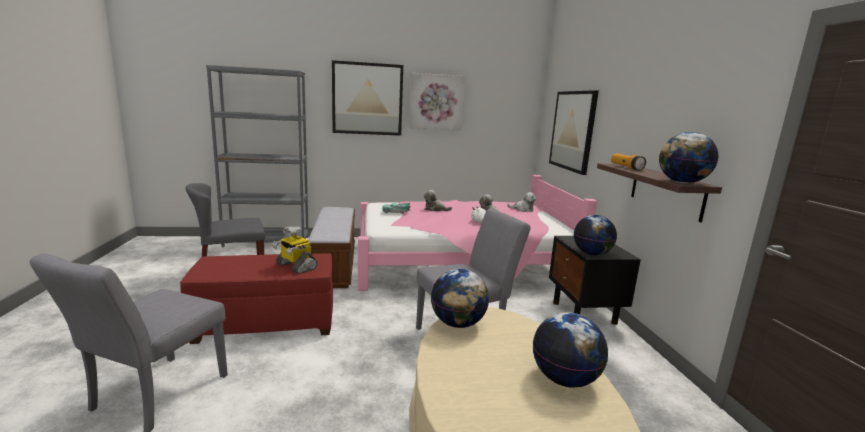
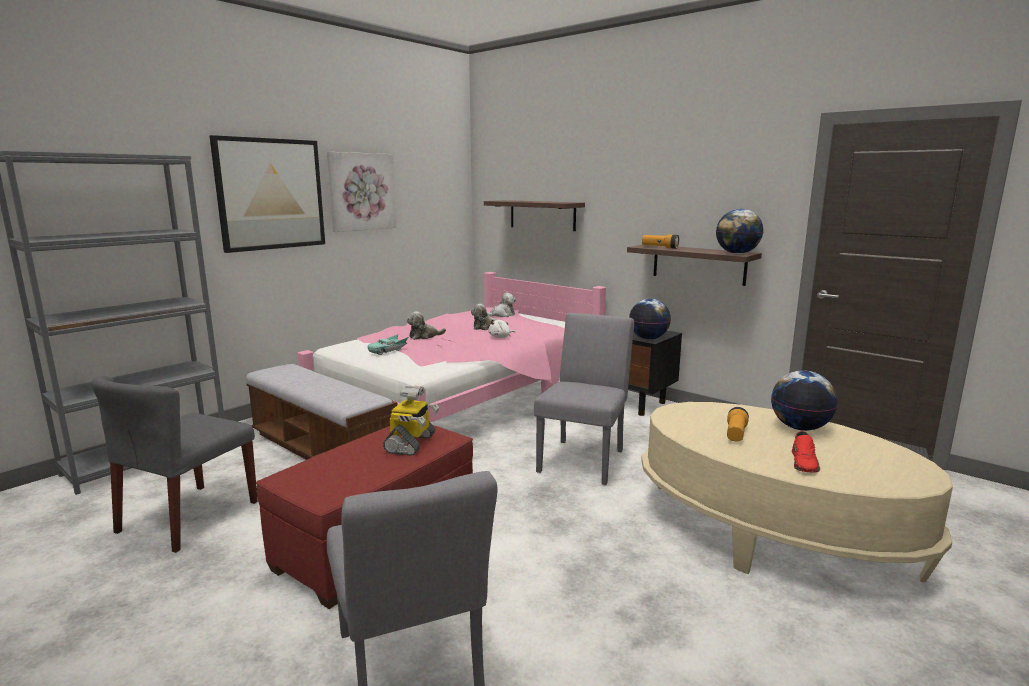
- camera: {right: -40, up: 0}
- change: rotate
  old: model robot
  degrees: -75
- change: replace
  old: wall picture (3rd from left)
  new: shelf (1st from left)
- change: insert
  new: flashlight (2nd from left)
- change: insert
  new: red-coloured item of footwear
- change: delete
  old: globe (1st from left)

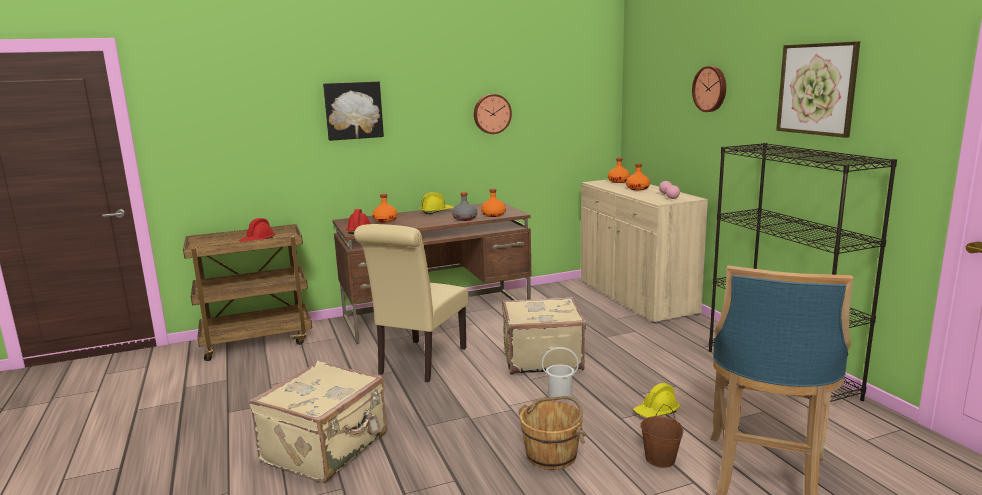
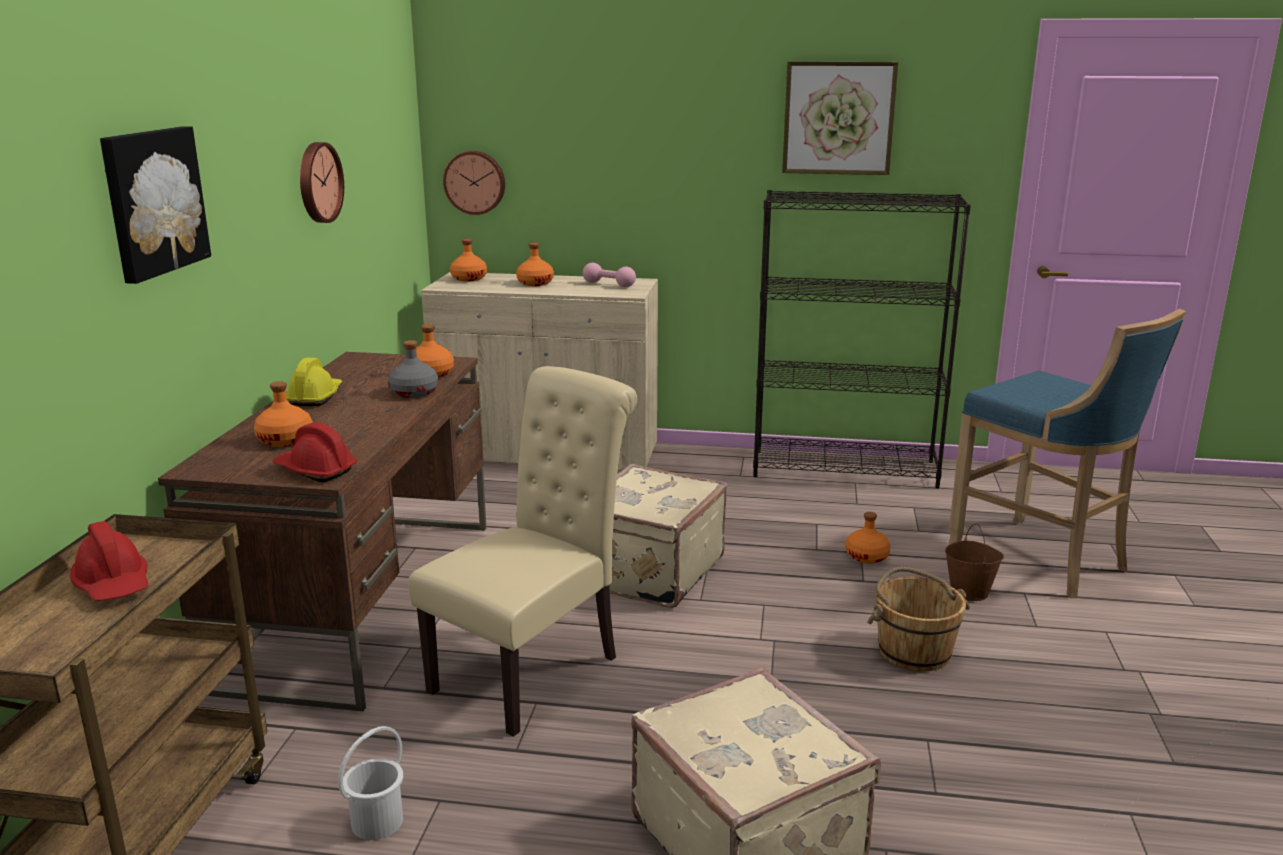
- camera: {right: -60, up: 5}
- change: move
  old: white bucket
- change: rotate
  old: sand-coloured chair
  degrees: -105
- change: move
  old: hanging clock (2nd from left)
- change: replace
  old: yellow work helmet (2nd from left)
  new: orange-coloured bottle (5th from left)

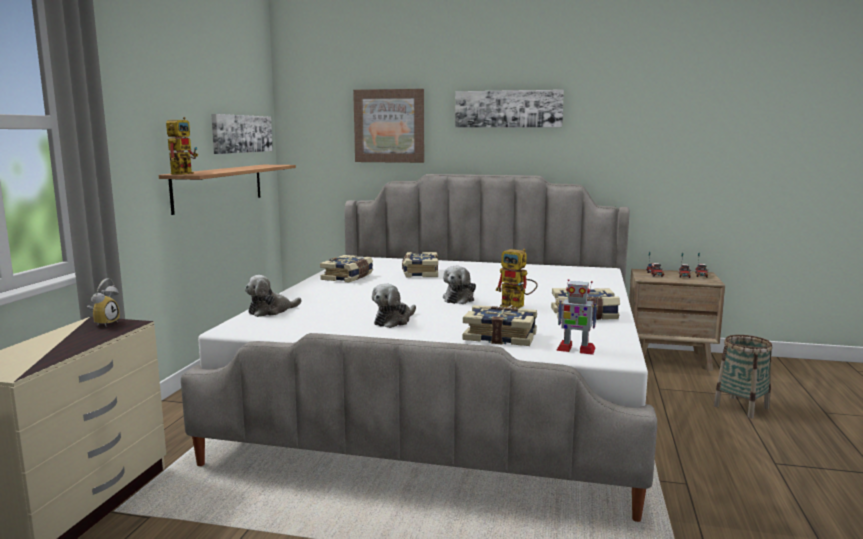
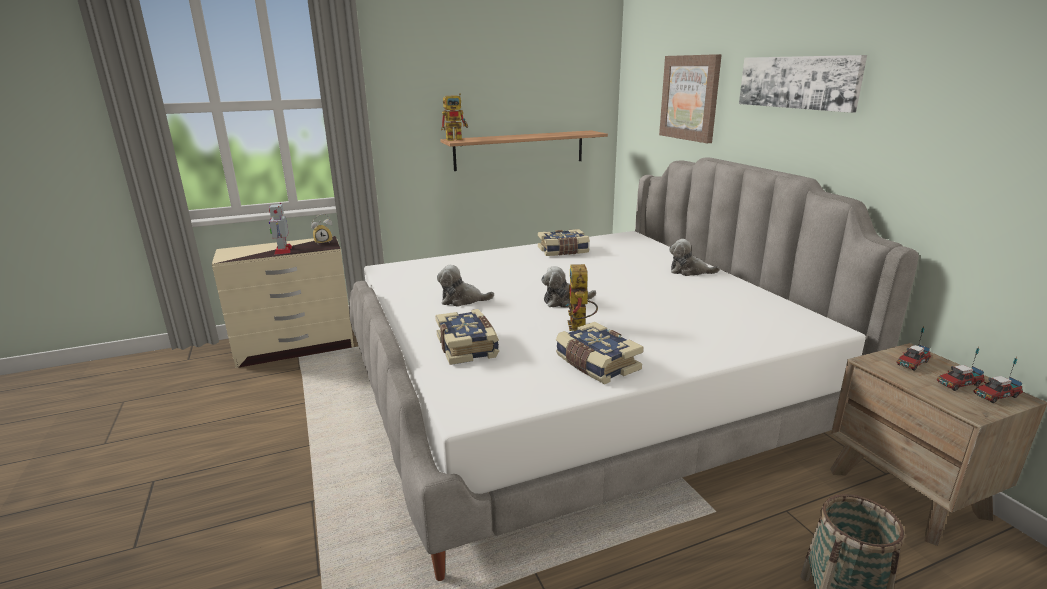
- camera: {right: 55, up: 10}
- change: move
  old: model robot (3rd from left in the first image)
  new: model robot (1st from left)
- change: move
  old: soft toy (1st from left in the first image)
  new: soft toy (3rd from left)
- change: delete
  old: wall picture (1st from left)
- change: delete
  old: book (2nd from left)

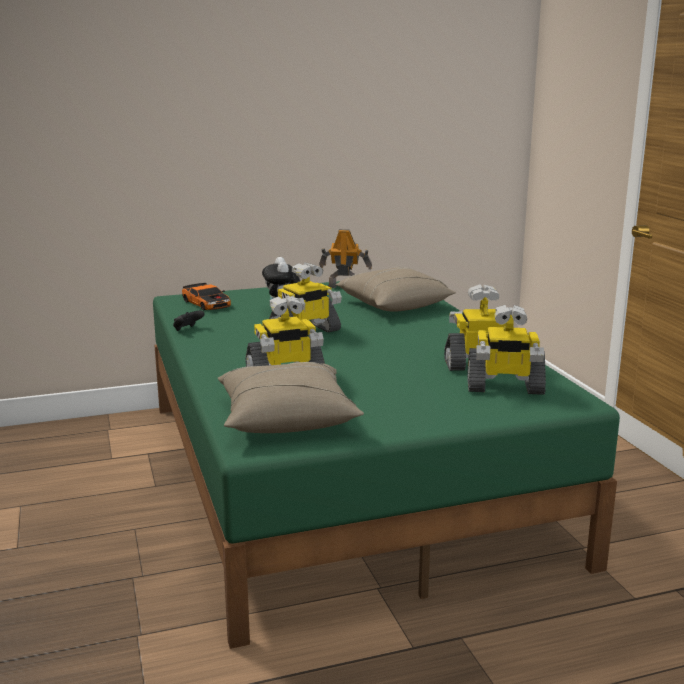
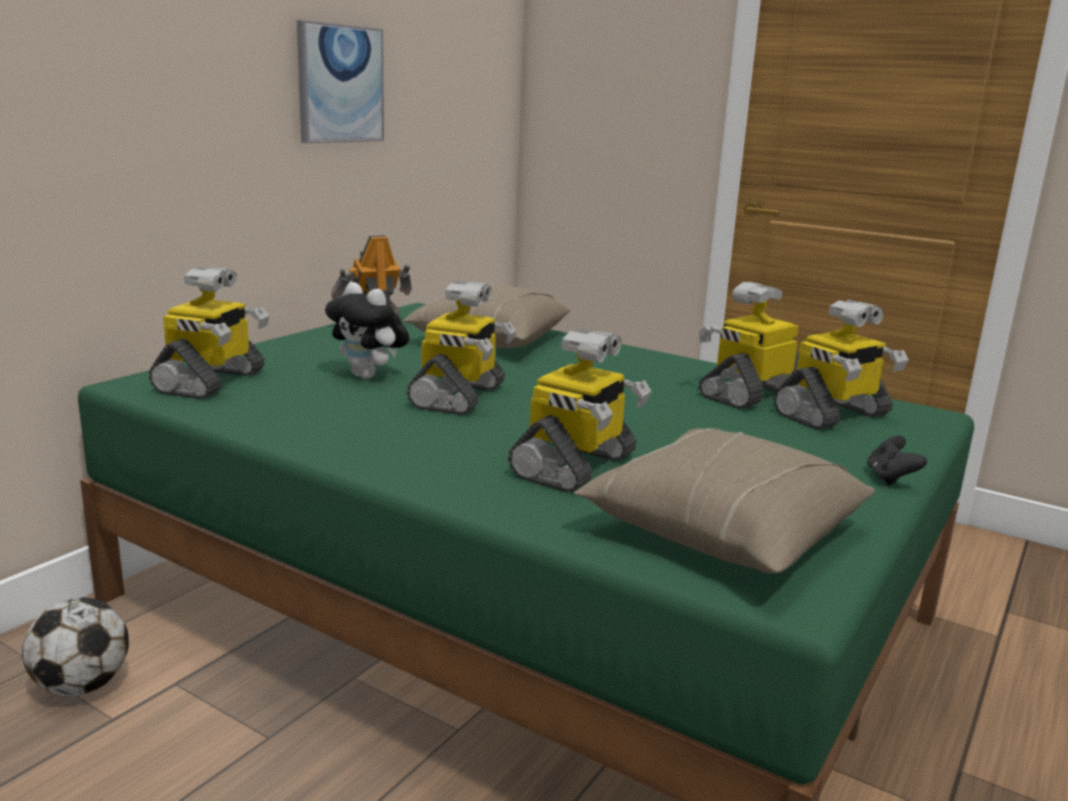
- camera: {right: -40, up: 0}
- change: insert
  new: football ball
- change: replace
  old: toy car
  new: model robot (1st from left)
- change: insert
  new: wall picture
- change: move
  old: blackish joypad

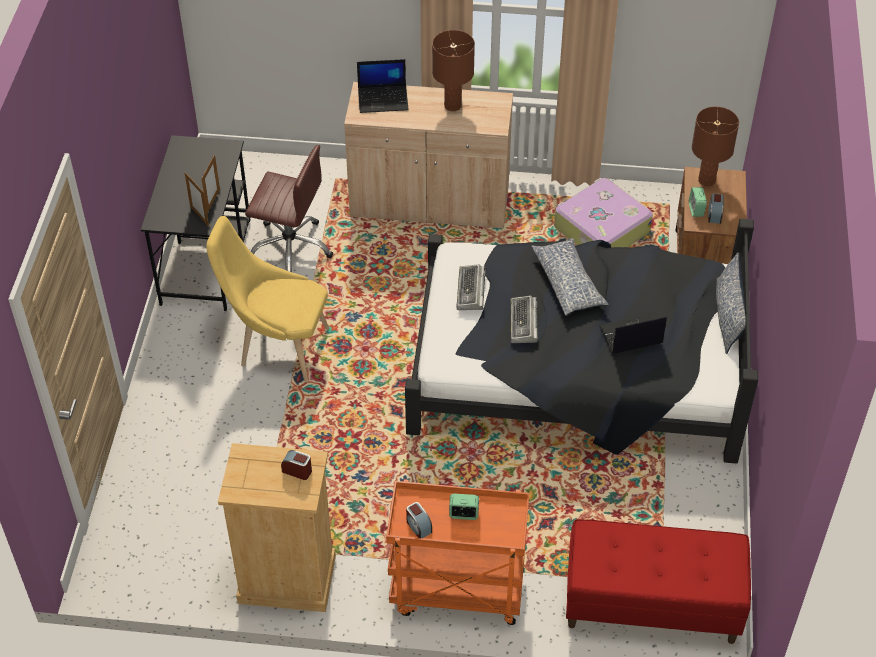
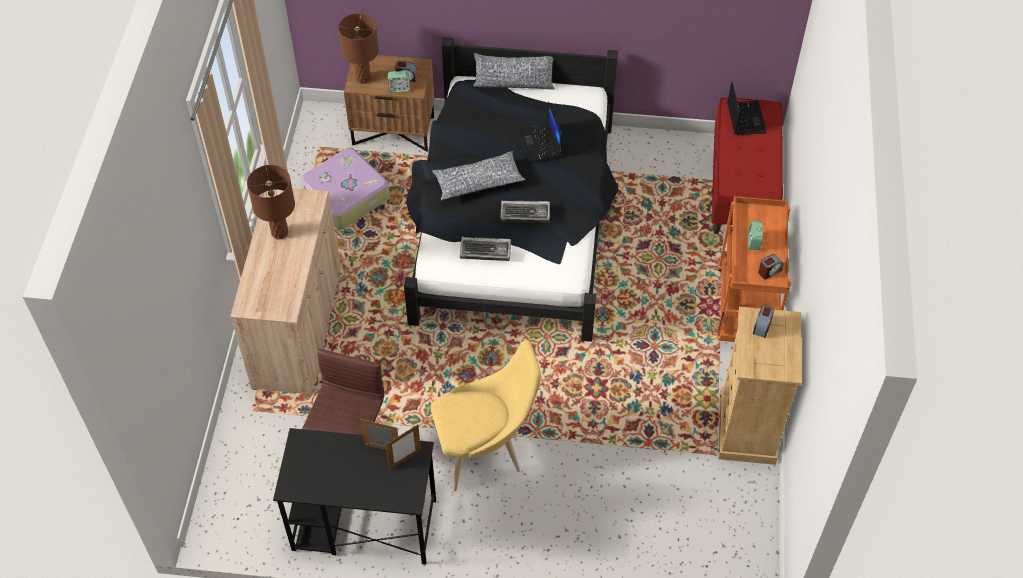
- camera: {right: -90, up: 5}
- change: rotate
  old: yellow chair
  degrees: -120
- change: move
  old: notebook computer (1st from left in the first image)
  new: notebook computer (2nd from left)

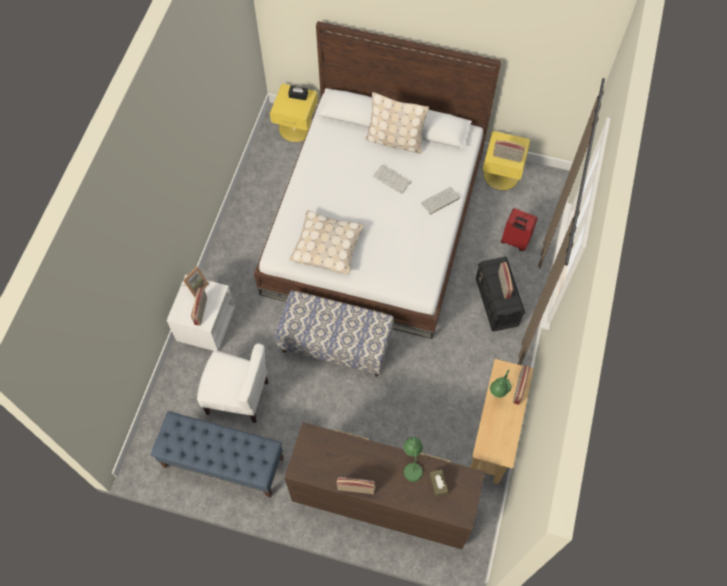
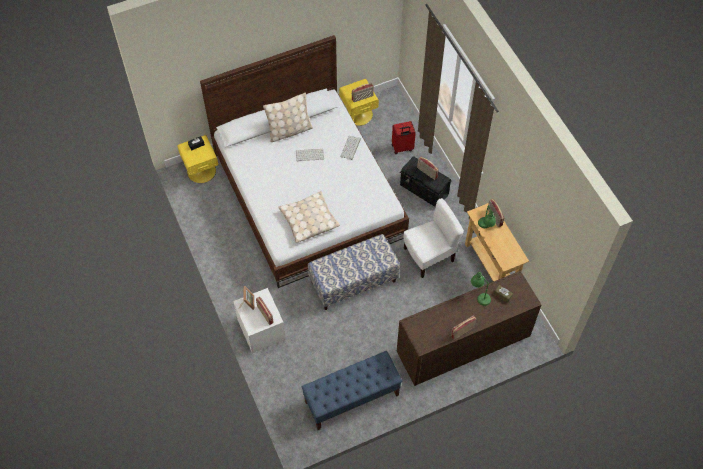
- camera: {right: -40, up: -5}
- change: move
  old: white chair

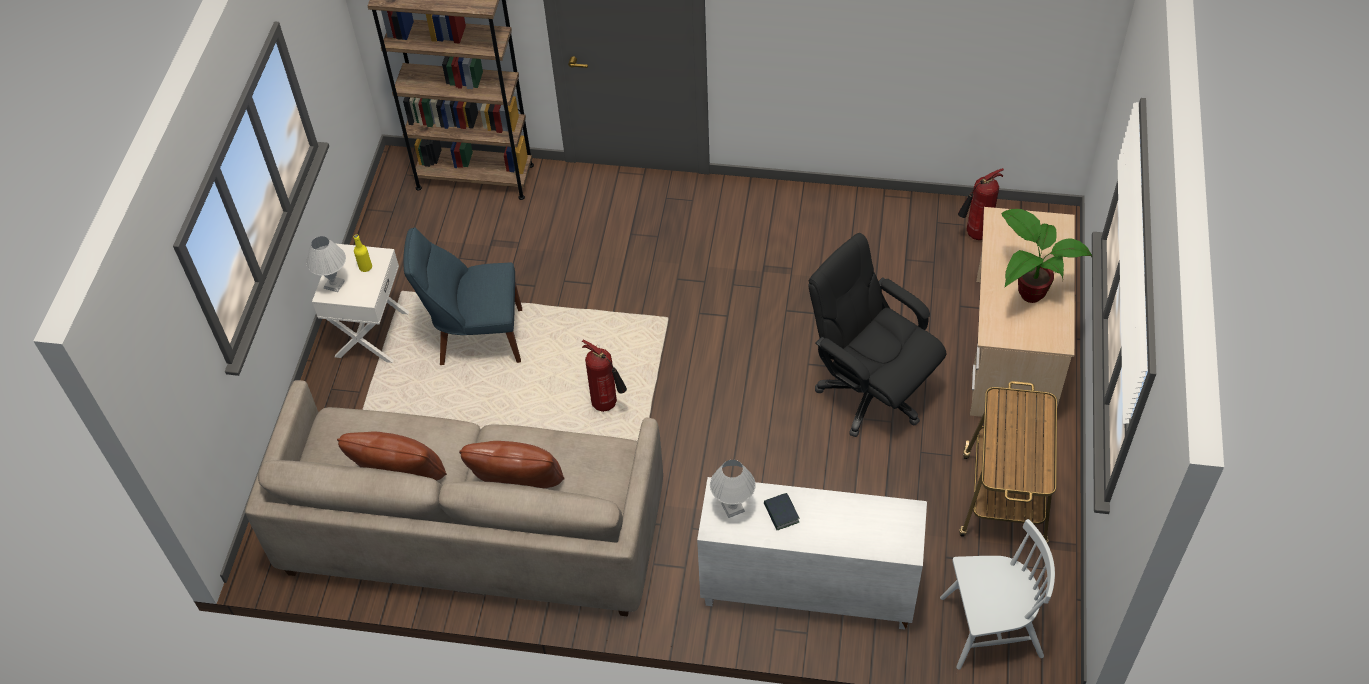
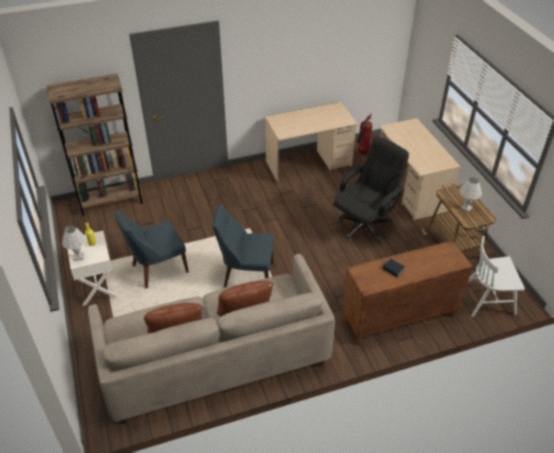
- camera: {right: -30, up: -10}
- change: replace
  old: fire extinguisher (1st from left)
  new: bluish chair (2nd from left)
- change: insert
  new: sand-coloured desk unit (1st from left)
- change: rotate
  old: blackish office chair
  degrees: 120
- change: recolor
  old: white cupboard
  new: brownish cupboard
- change: move
  old: white table lamp (2nd from left)
- change: rotate
  old: white chair
  degrees: -150
- change: delete
  old: plant in a pot

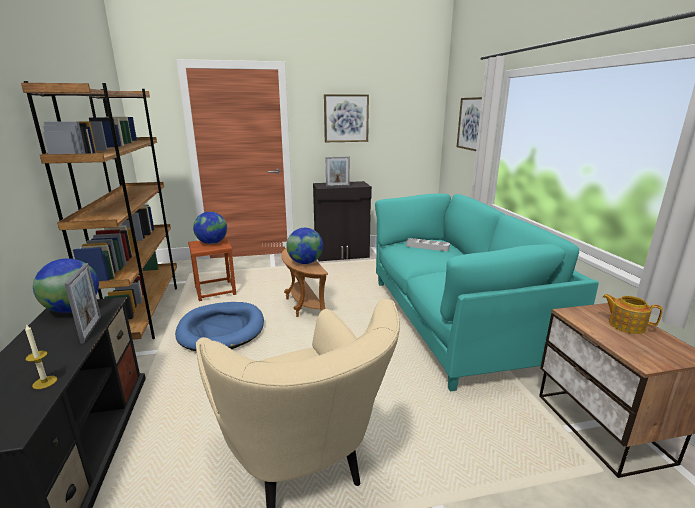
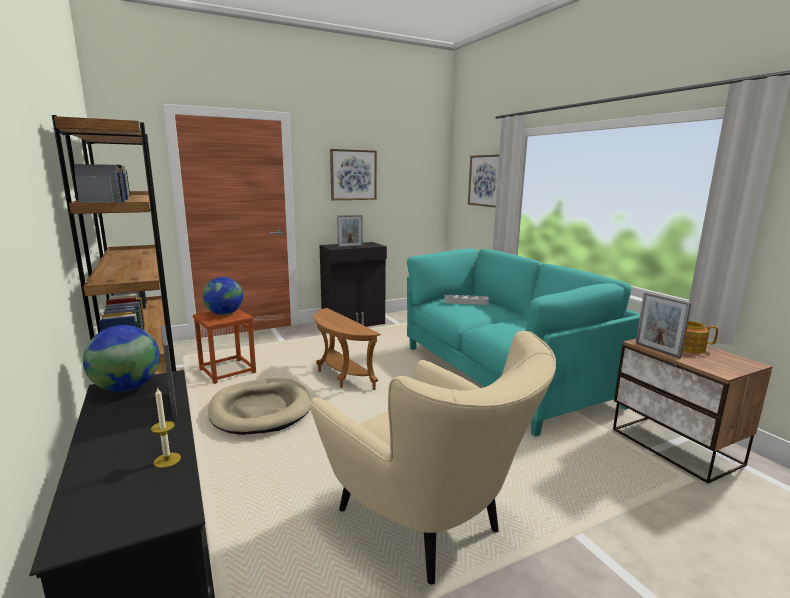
- camera: {right: -15, up: -5}
- change: recolor
  old: bluish pet bed
  new: sand-coloured pet bed
- change: insert
  new: standing frame (3rd from left)
- change: delete
  old: globe (3rd from left)

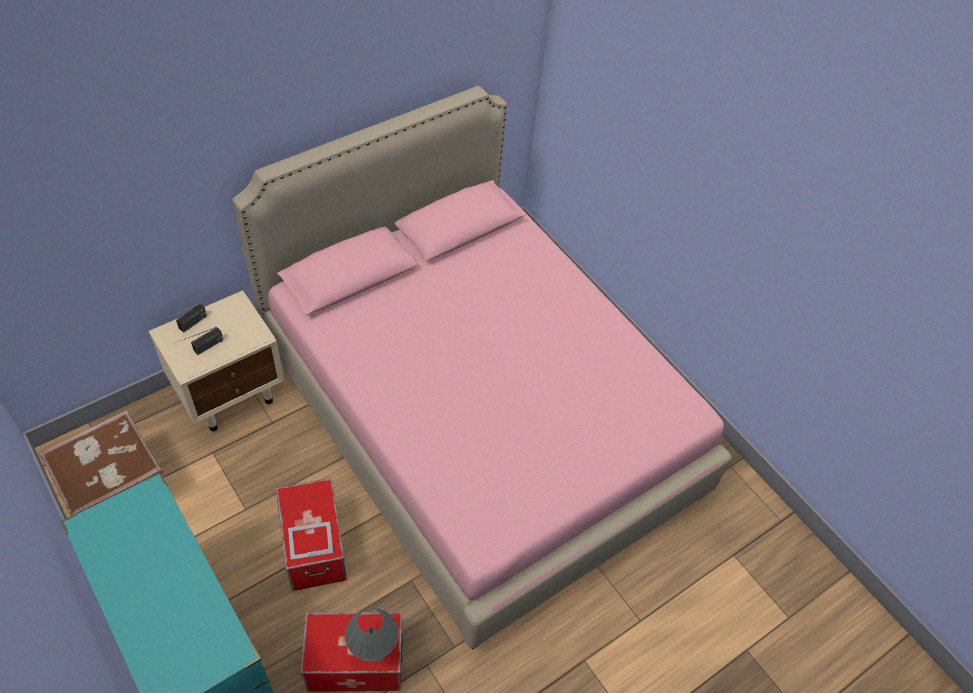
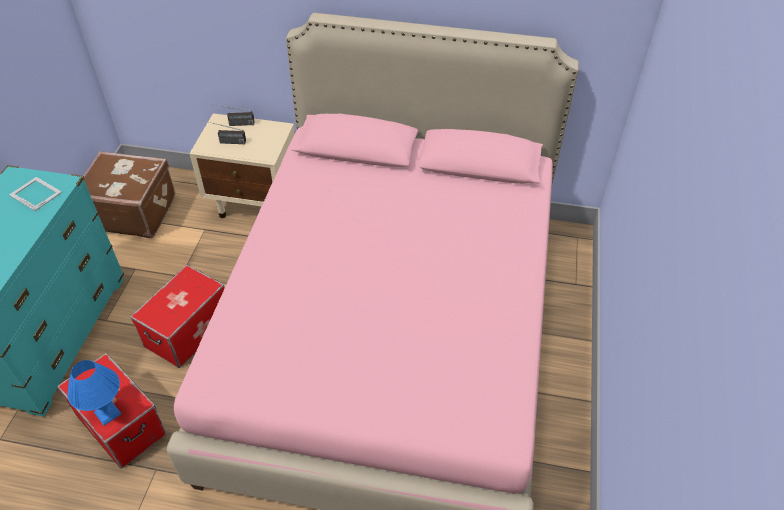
- camera: {right: 50, up: -5}
- change: move
  old: standing frame
- change: recolor
  old: greyish table lamp
  new: bluish table lamp

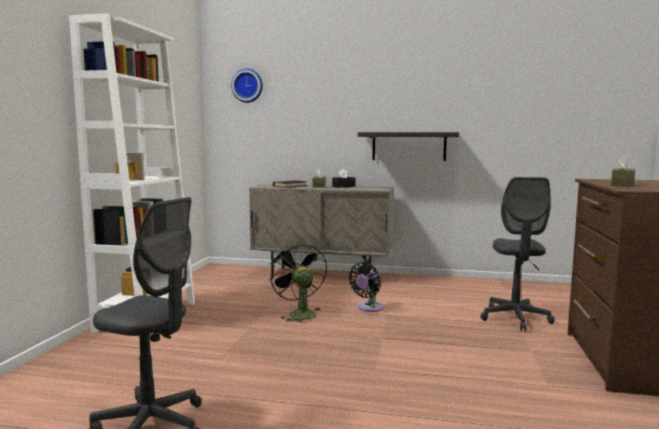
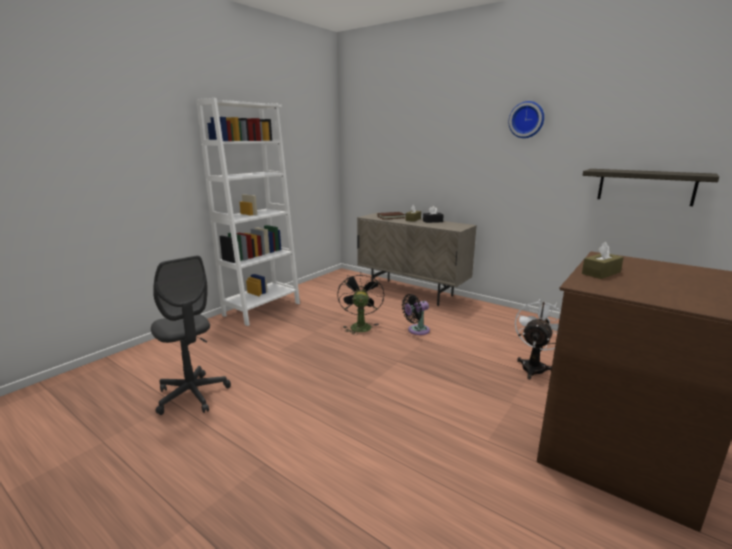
- camera: {right: 25, up: 10}
- change: move
  old: hanging clock
- change: replace
  old: greyish office chair (2nd from left)
  new: white electric fan
- change: move
  old: shelf

